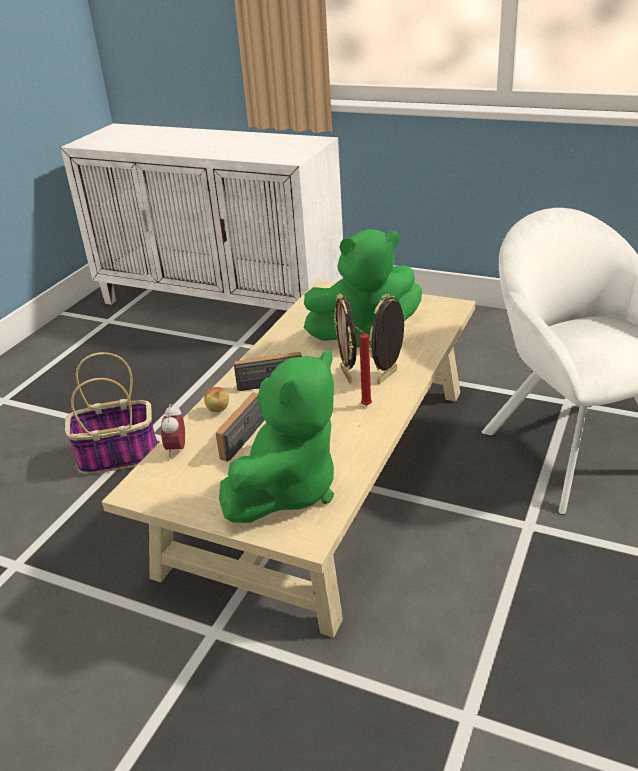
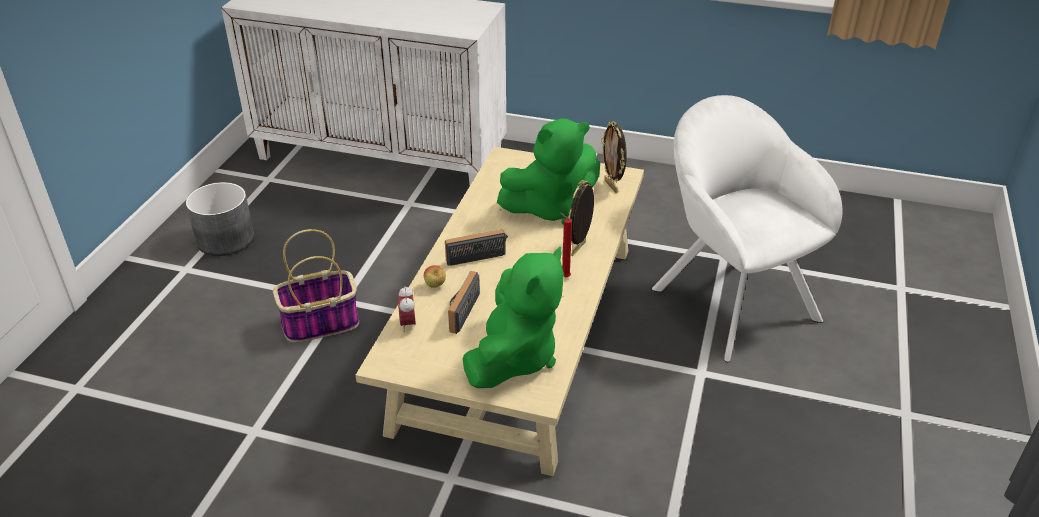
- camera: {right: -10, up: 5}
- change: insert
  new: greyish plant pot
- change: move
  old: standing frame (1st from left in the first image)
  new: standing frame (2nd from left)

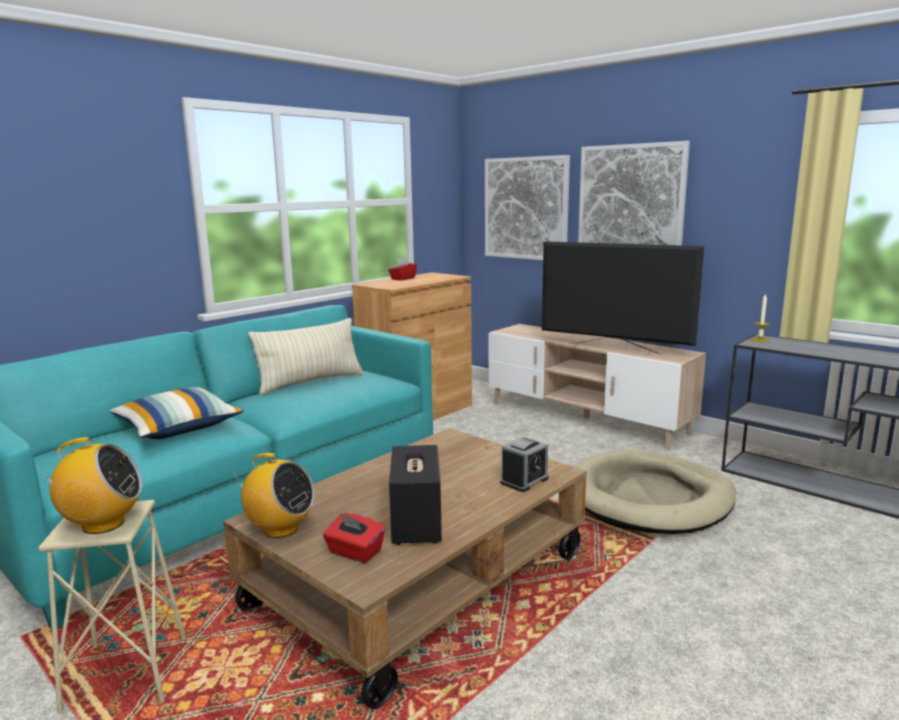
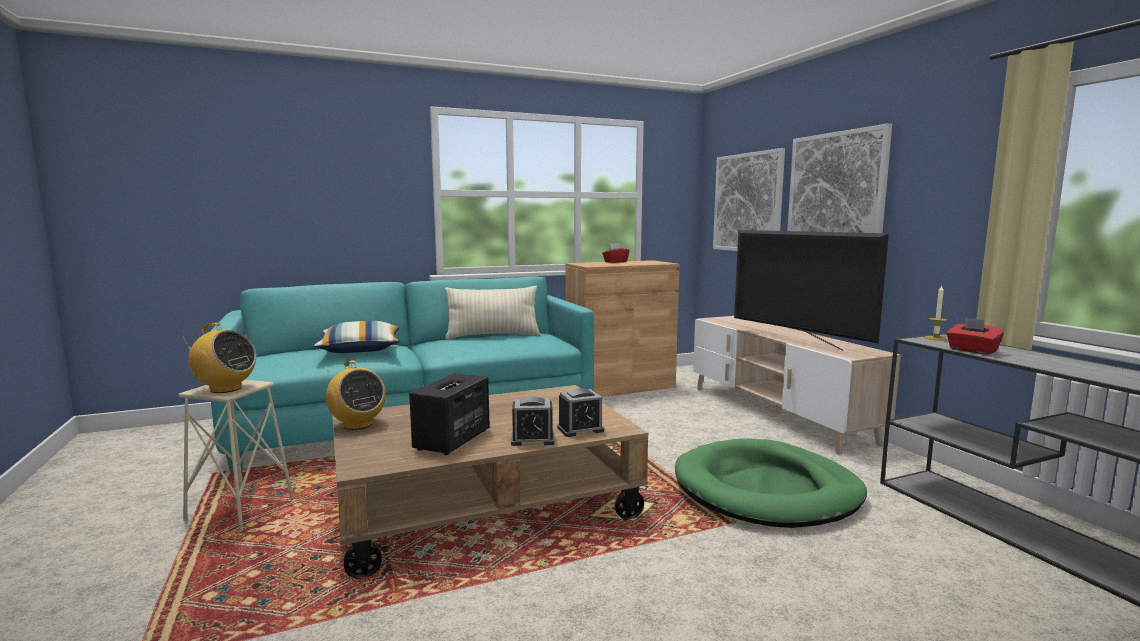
- camera: {right: 25, up: -5}
- change: insert
  new: table clock (1st from left)
- change: recolor
  old: sand-coloured pet bed
  new: greenish pet bed
- change: move
  old: red-coloured tissue box (1st from left in the first image)
  new: red-coloured tissue box (2nd from left)

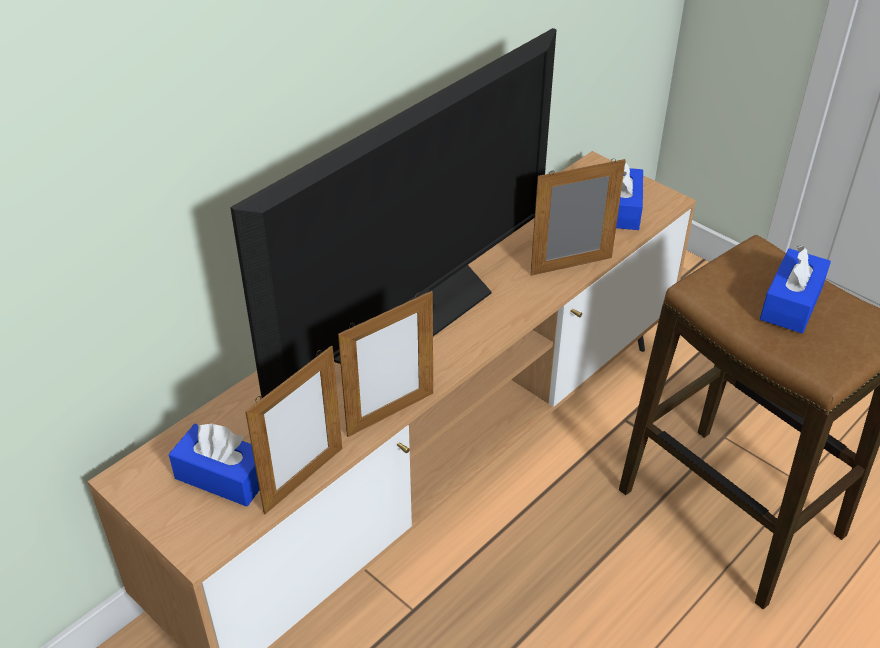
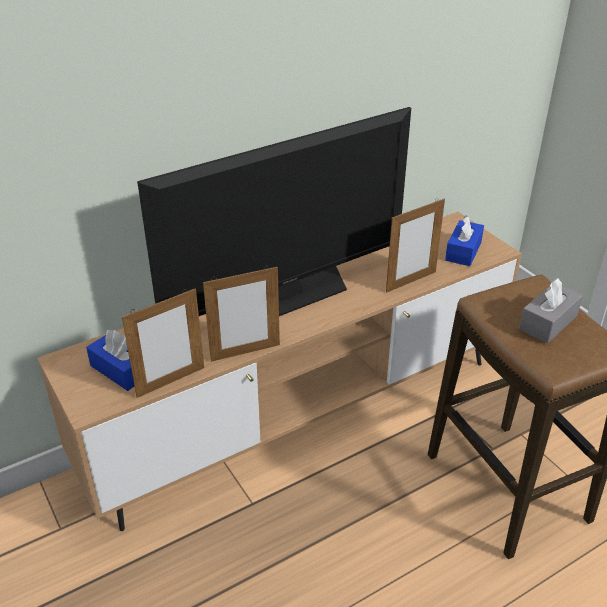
- camera: {right: 15, up: -5}
- change: rotate
  old: standing frame (3rd from left)
  degrees: 150
- change: recolor
  old: bluish tissue box (3rd from left)
  new: greyish tissue box

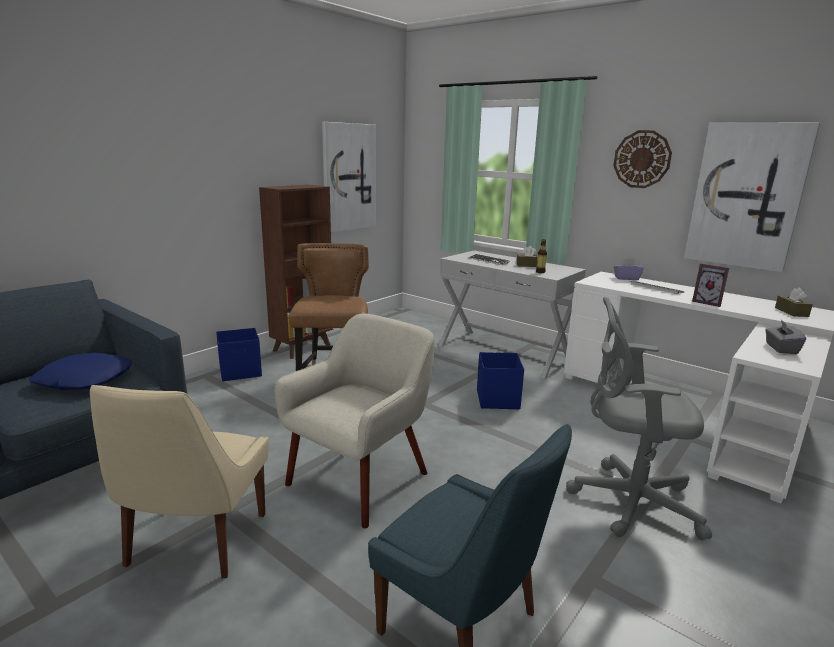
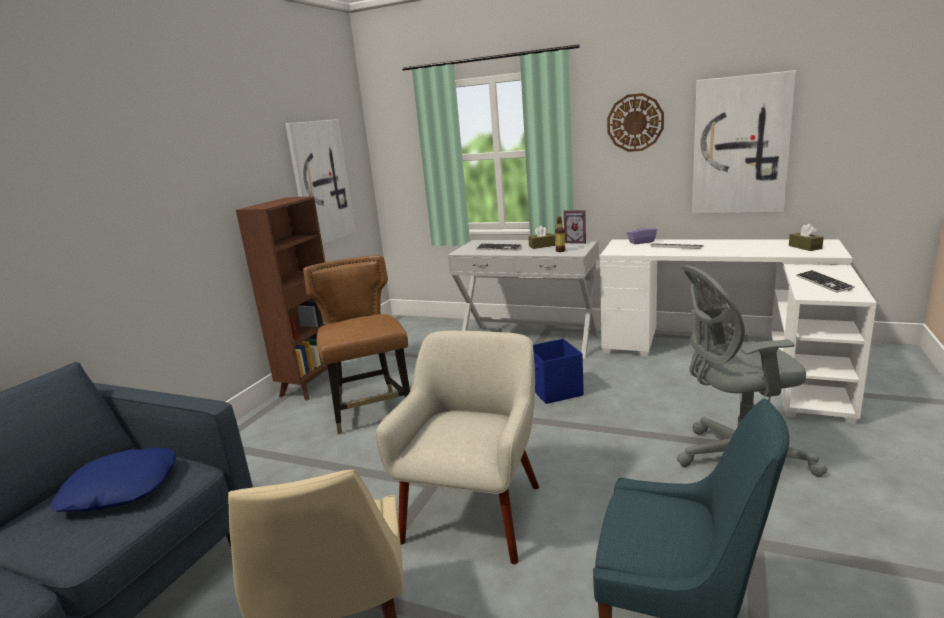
- camera: {right: -15, up: 0}
- change: move
  old: standing frame
- change: replace
  old: greyish tissue box
  new: computer keyboard (3rd from left)
- change: delete
  old: bluish storage box (1st from left)

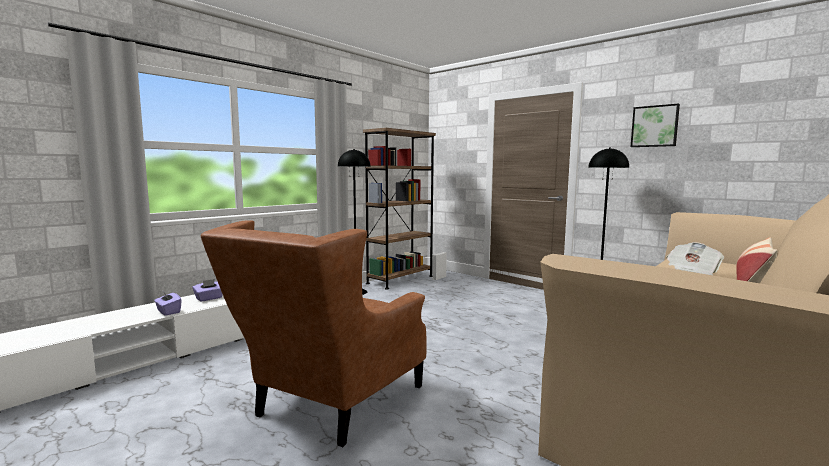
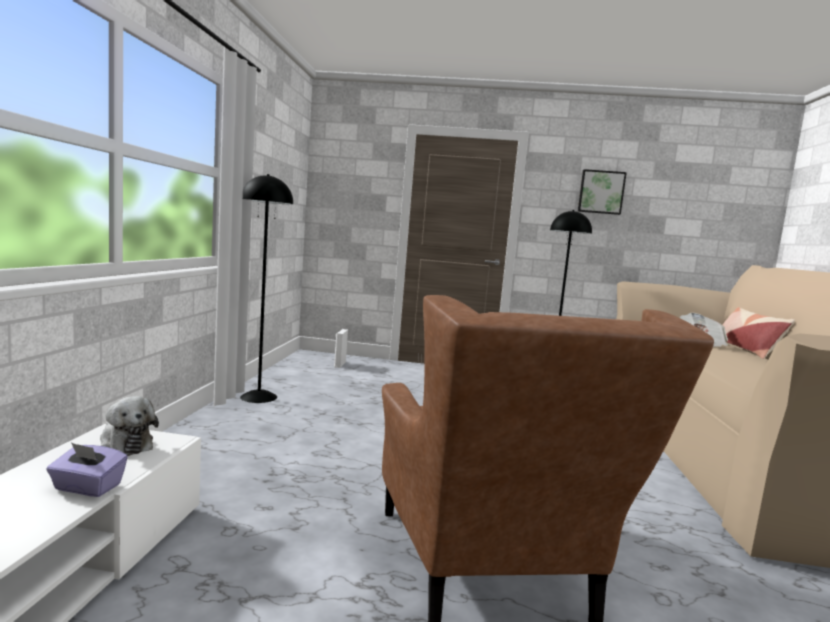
- camera: {right: -35, up: 0}
- change: replace
  old: purple-coloured tissue box (2nd from left)
  new: soft toy
- change: delete
  old: brownish shelving unit

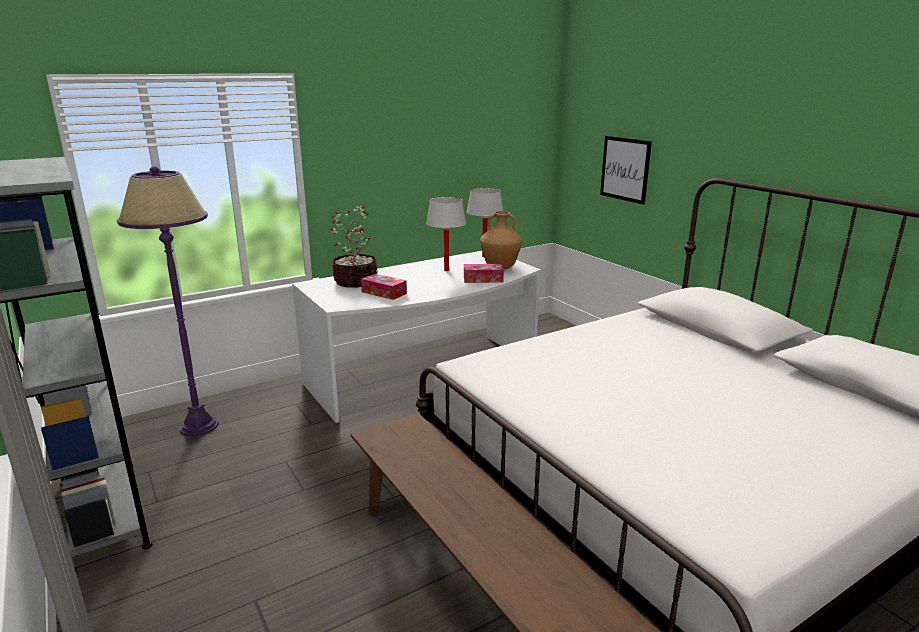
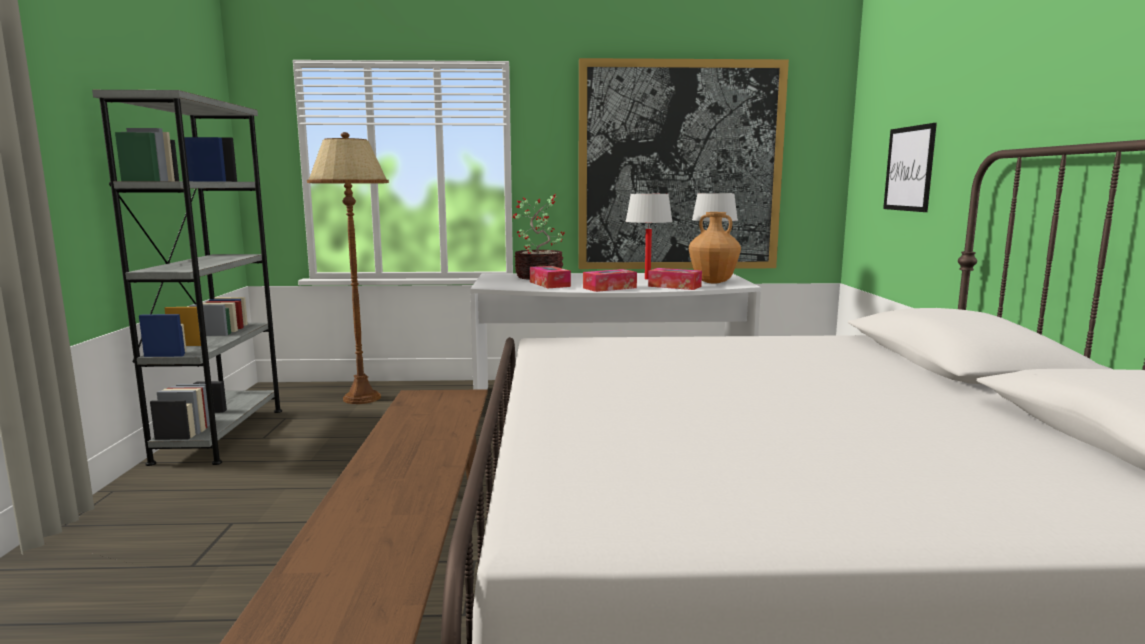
- camera: {right: 30, up: -10}
- change: recolor
  old: purple-coloured floor lamp
  new: brownish floor lamp
- change: insert
  new: wall picture (1st from left)
- change: insert
  new: tissue box (2nd from left)

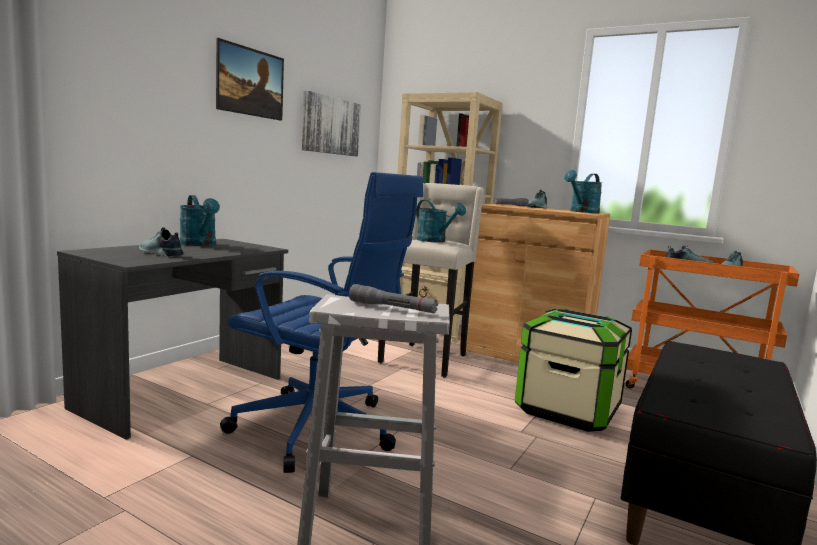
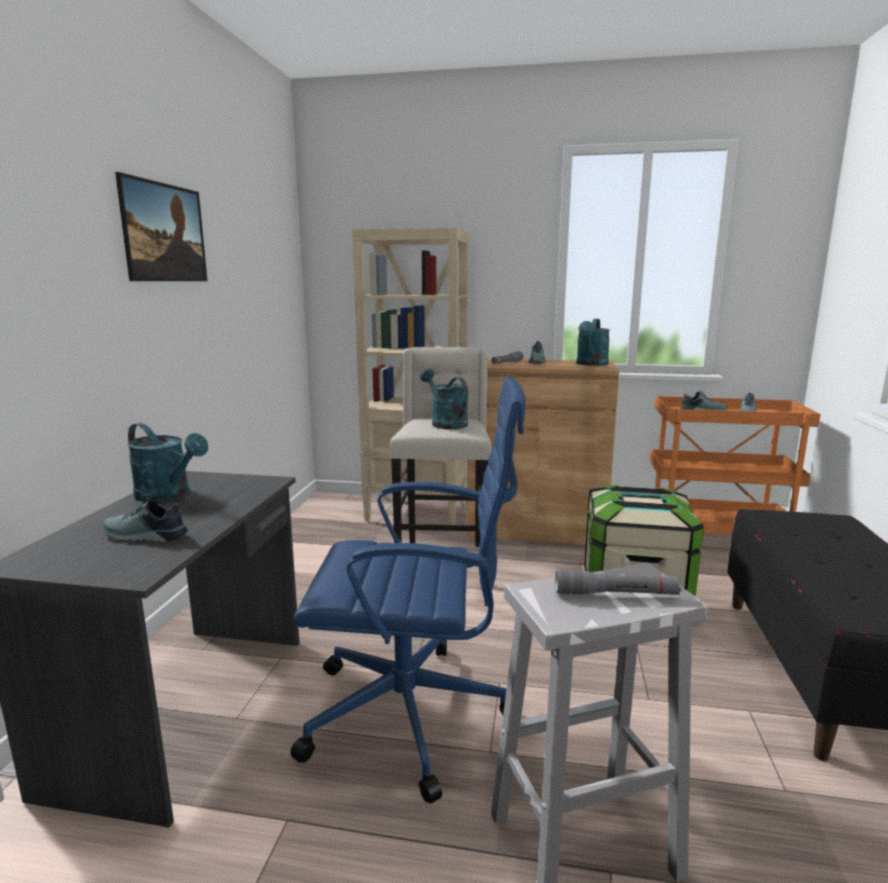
- camera: {right: -20, up: 5}
- change: rotate
  old: turquoise-coloured watering pot (2nd from left)
  degrees: -150
- change: delete
  old: wall picture (2nd from left)

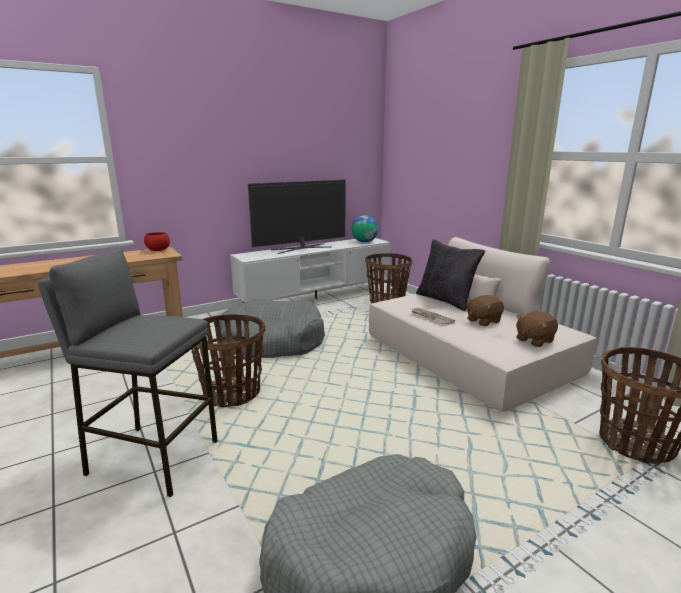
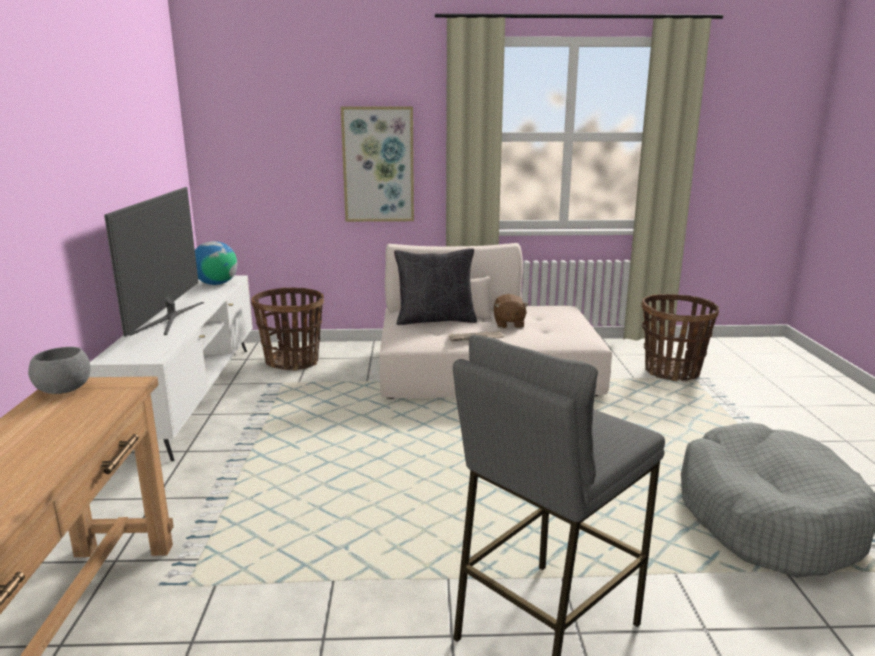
- camera: {right: -60, up: 0}
- change: recolor
  old: red-coloured bowl
  new: greyish bowl
- change: insert
  new: wall picture
- change: delete
  old: storage basket (1st from left)
- change: delete
  old: greyish pet bed (1st from left)
- change: delete
  old: brownish soft toy (2nd from left)

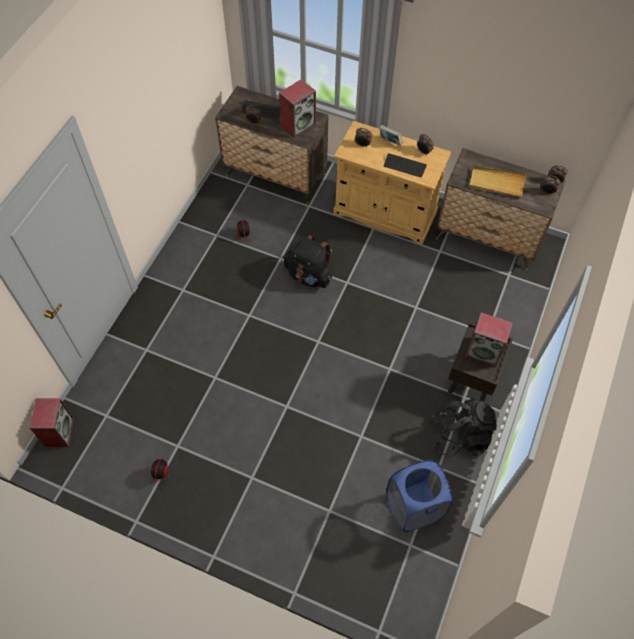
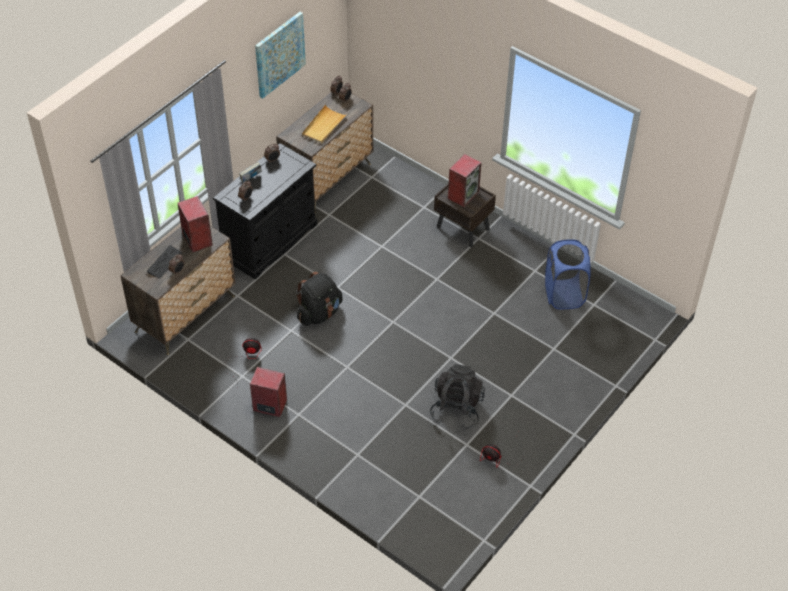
- camera: {right: -75, up: -10}
- change: recolor
  old: sand-coloured cupboard
  new: blackish cupboard
- change: move
  old: speaker (1st from left in the first image)
  new: speaker (2nd from left)
- change: insert
  new: wall picture
- change: move
  old: blackish rucksack (2nd from left)
- change: delete
  old: computer keyboard (2nd from left)

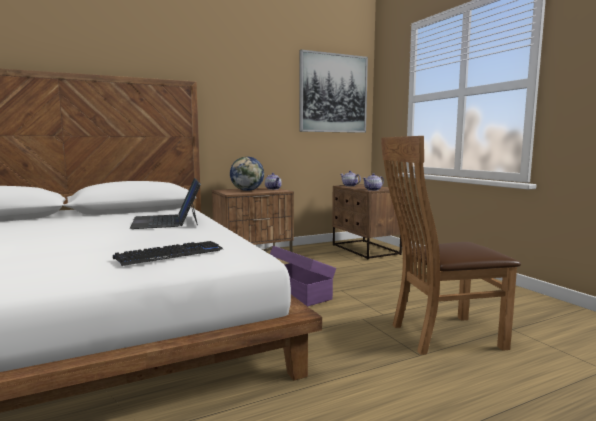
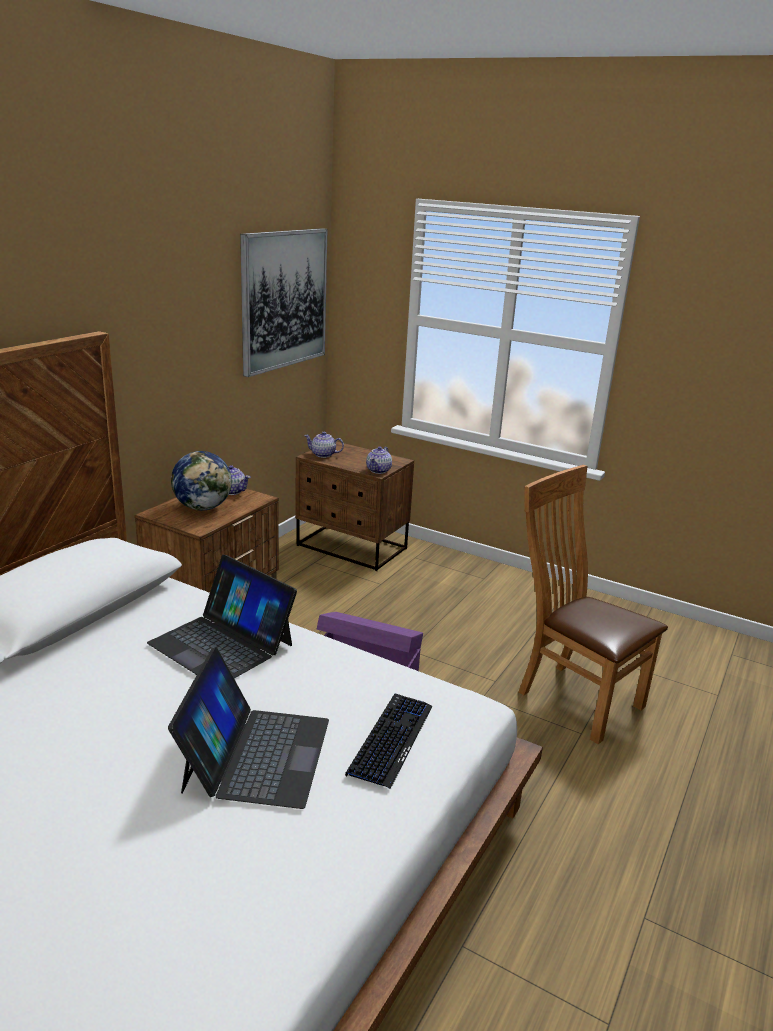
- camera: {right: -35, up: 15}
- change: insert
  new: notebook computer (2nd from left)
- change: rotate
  old: brownish chair
  degrees: 90

